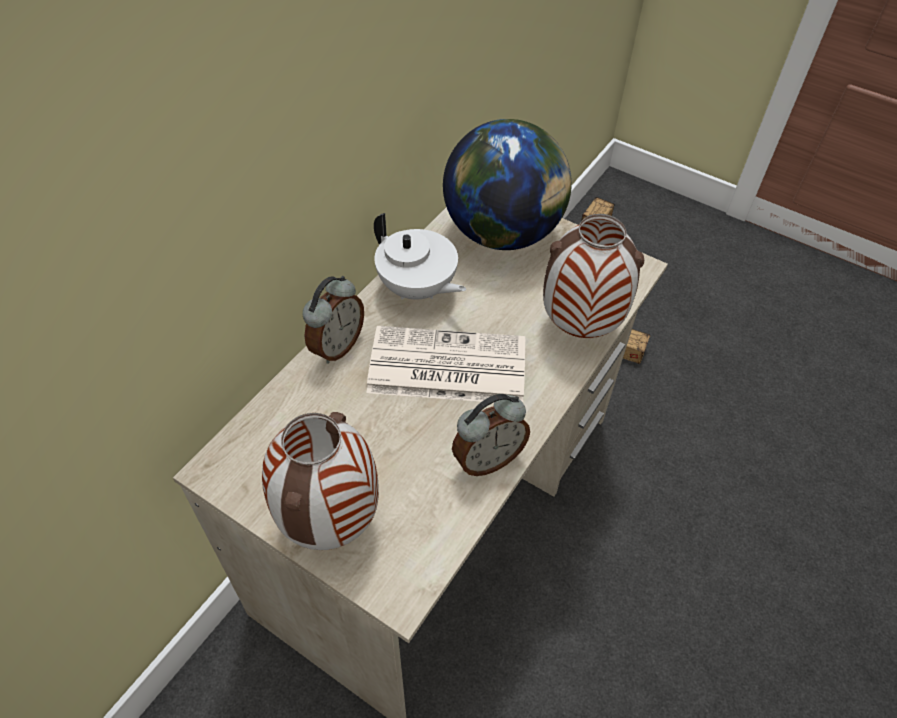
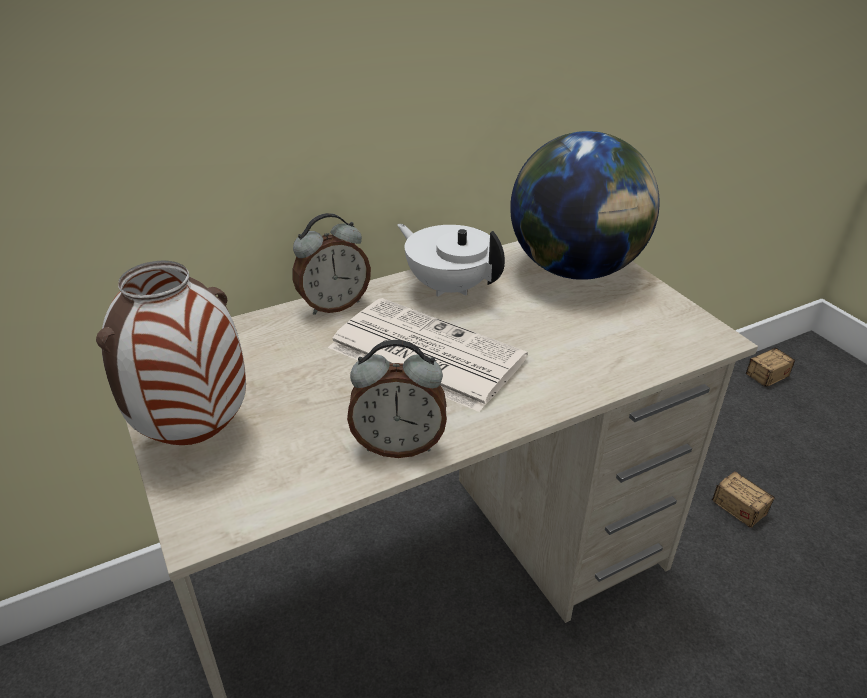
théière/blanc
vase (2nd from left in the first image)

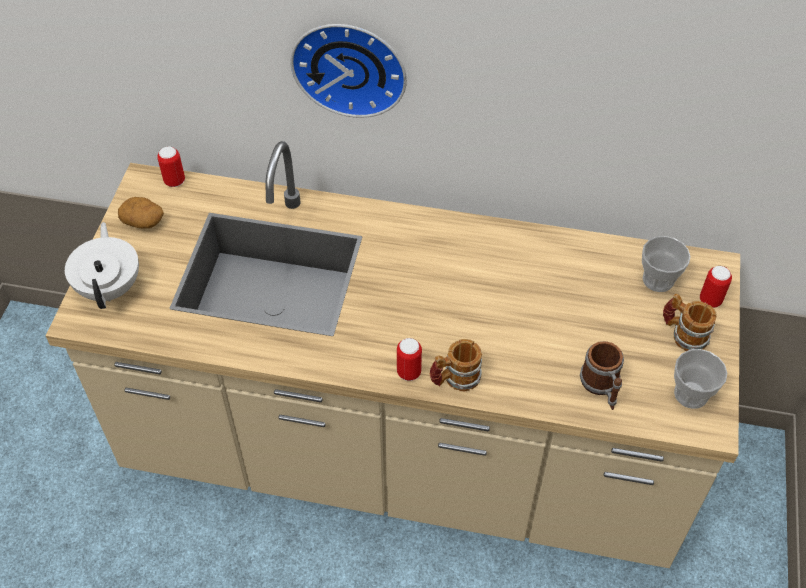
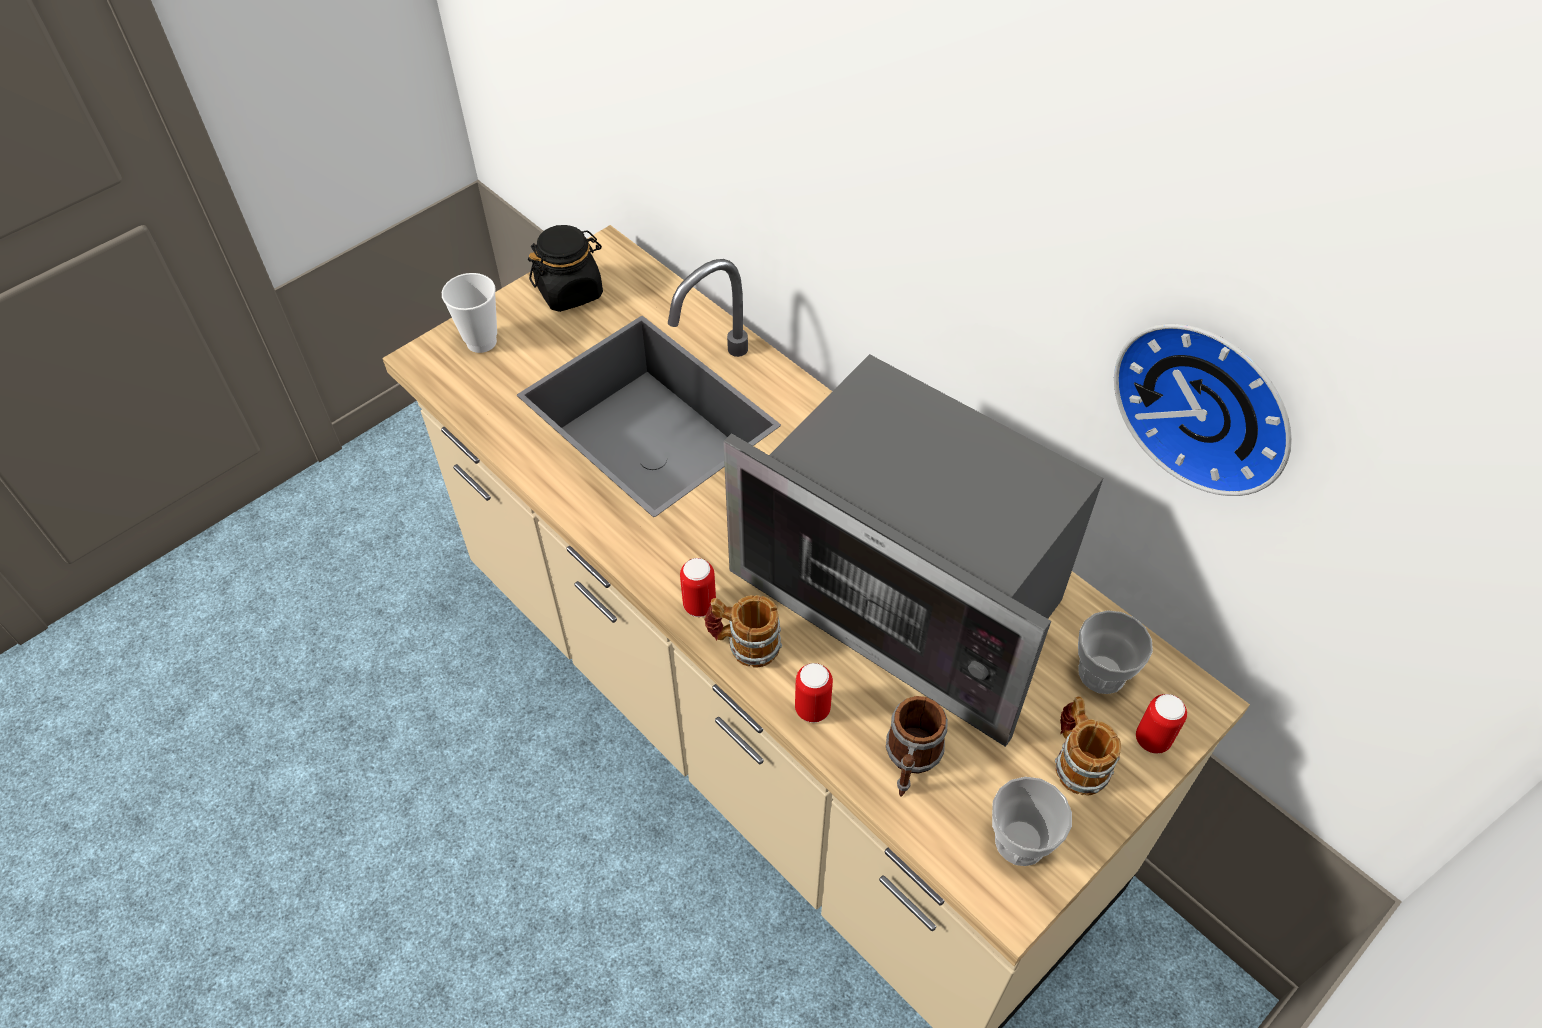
tasse (1st from left)
bocal/noir
micro-ondes
boîte métallique (2nd from left)
horloge murale

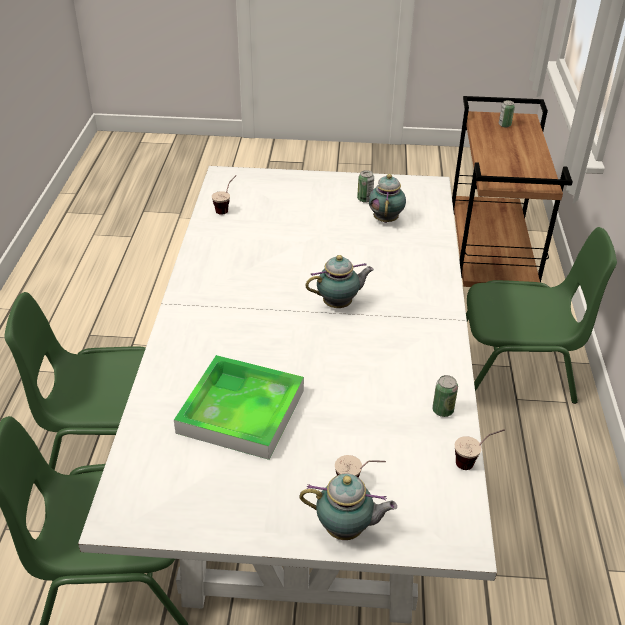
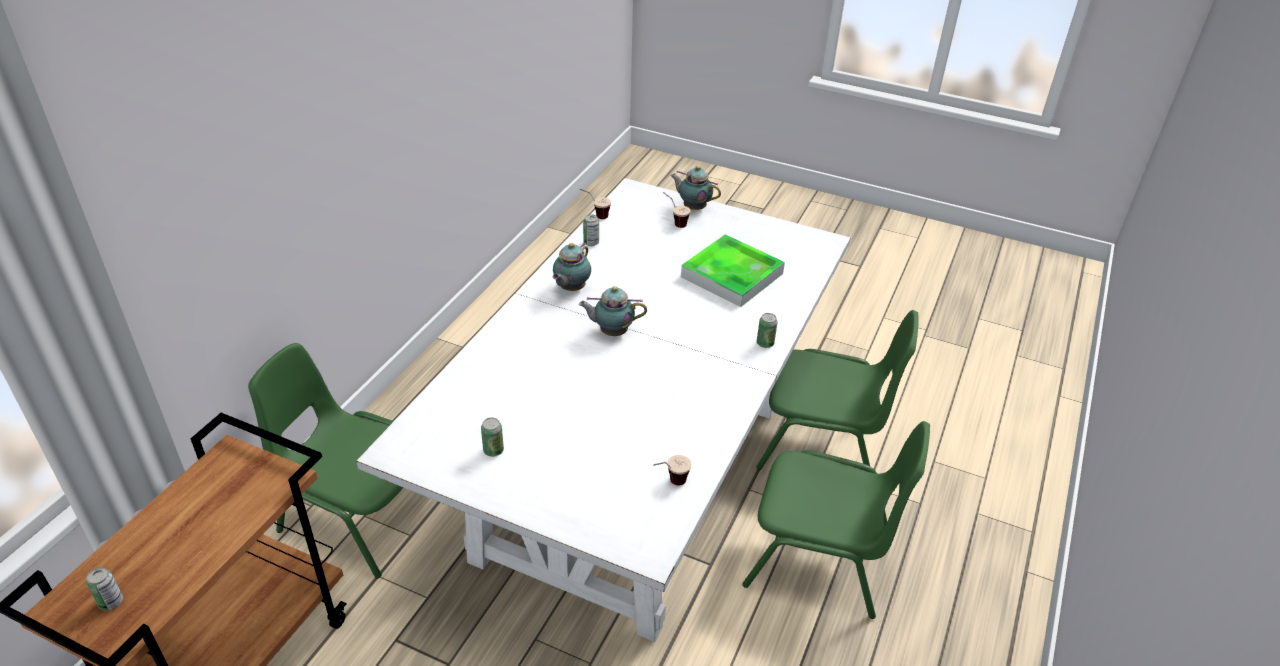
théière (1st from left)
boîte métallique (4th from left)

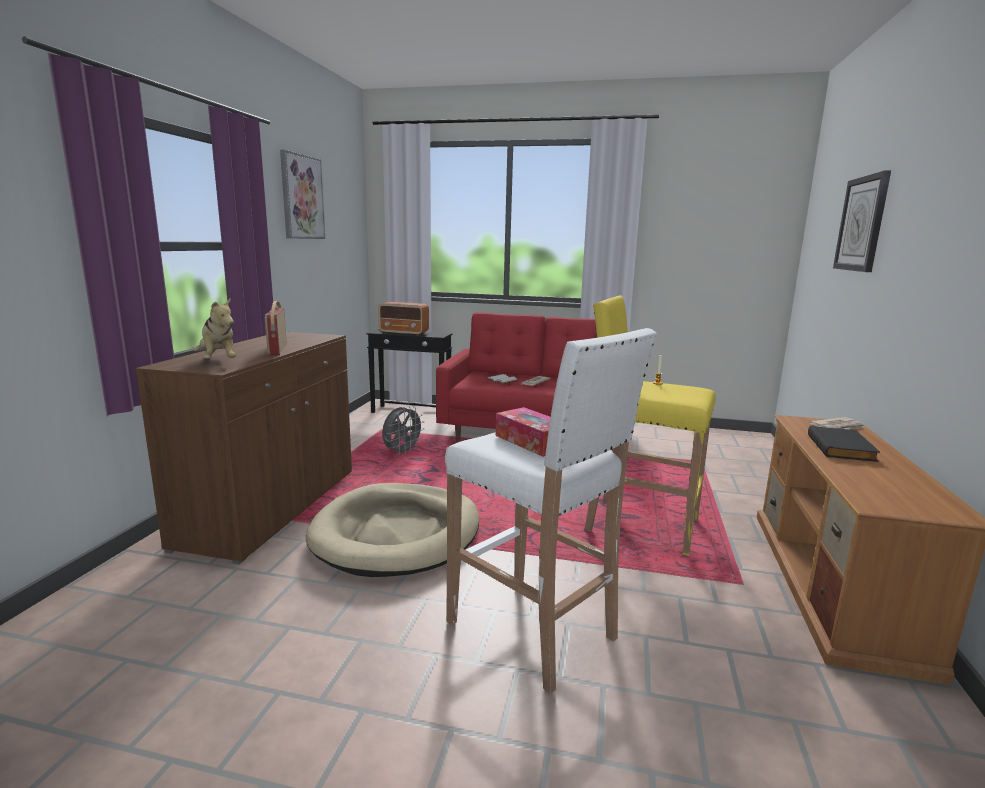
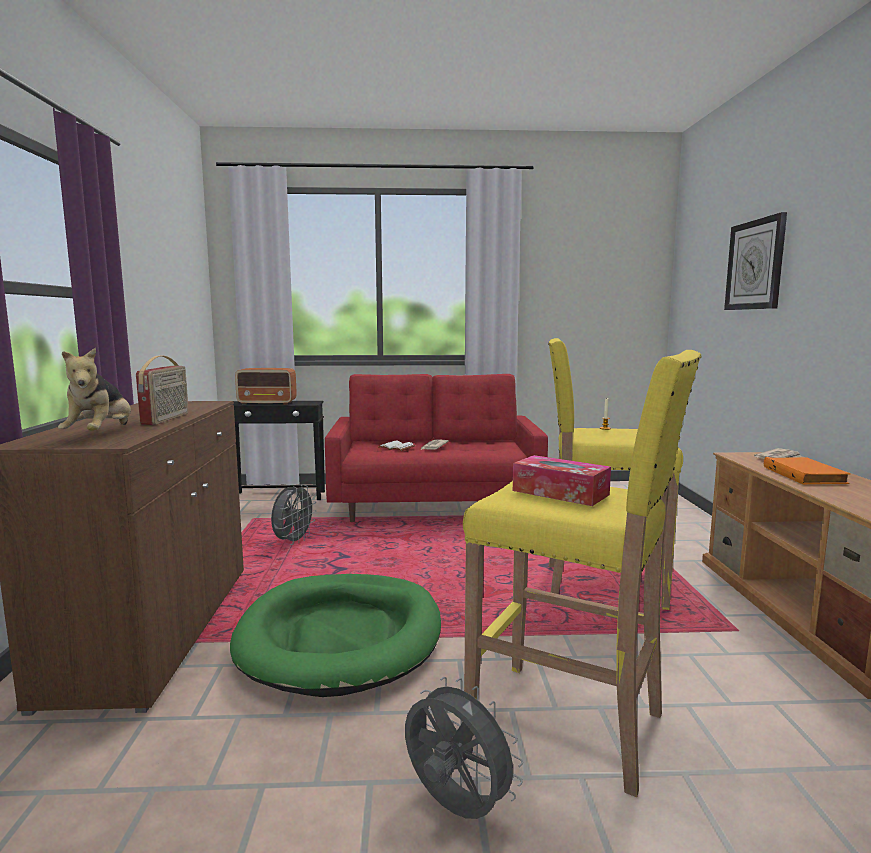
peluche
radio (1st from left)
panier pour chien/vert
ventilateur/gris (2nd from left)
tabouret/jaune (1st from left)
livre/orange
tableau

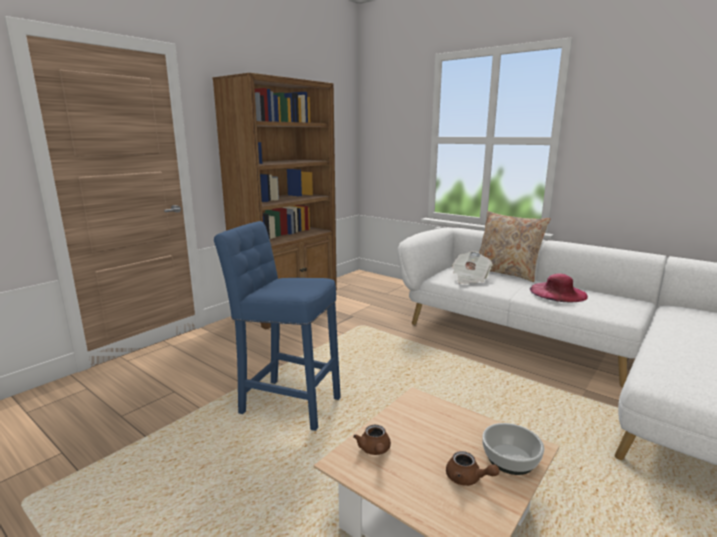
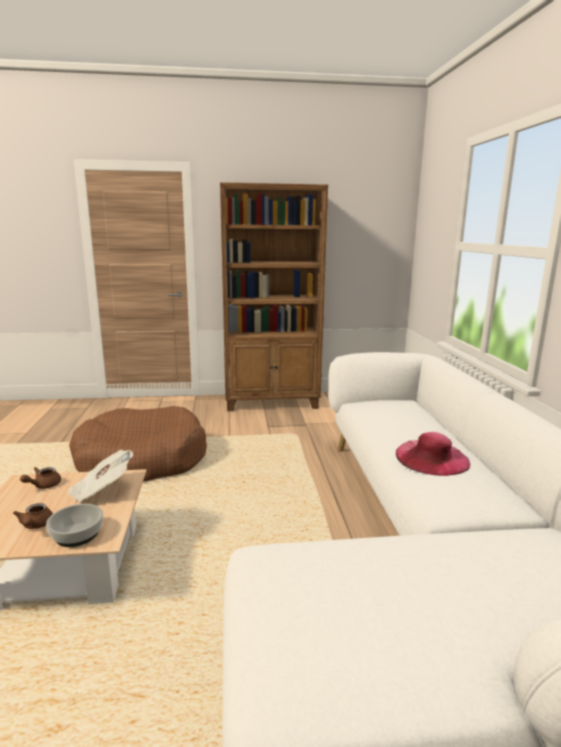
journal
panier pour chien/marron
coussin/beige

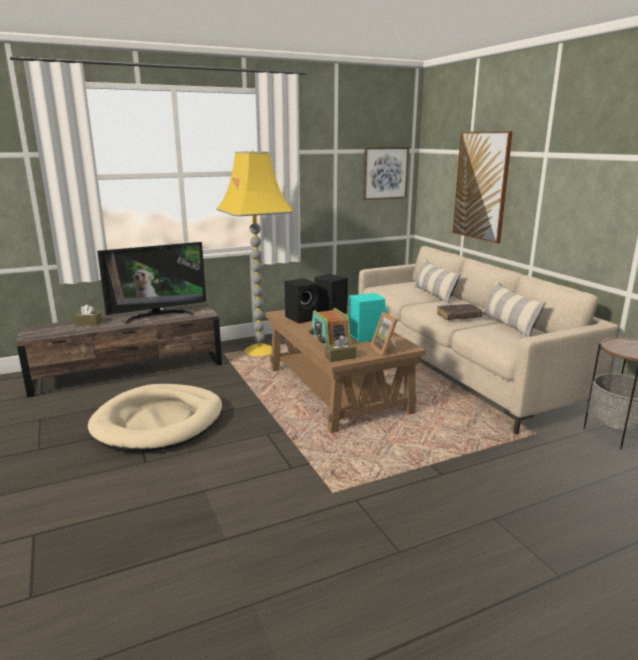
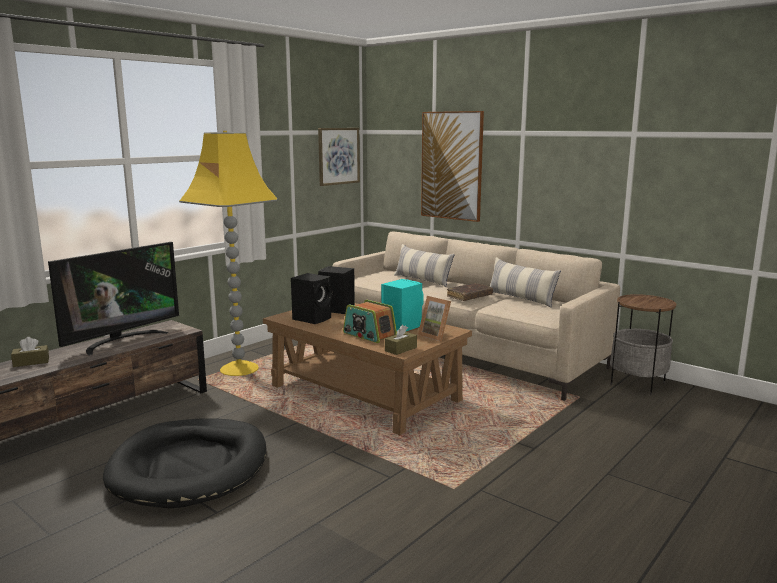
panier pour chien/noir

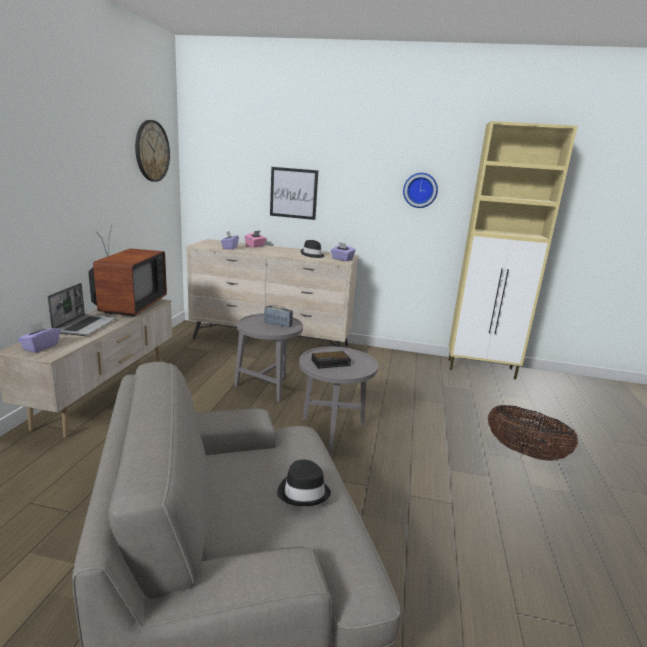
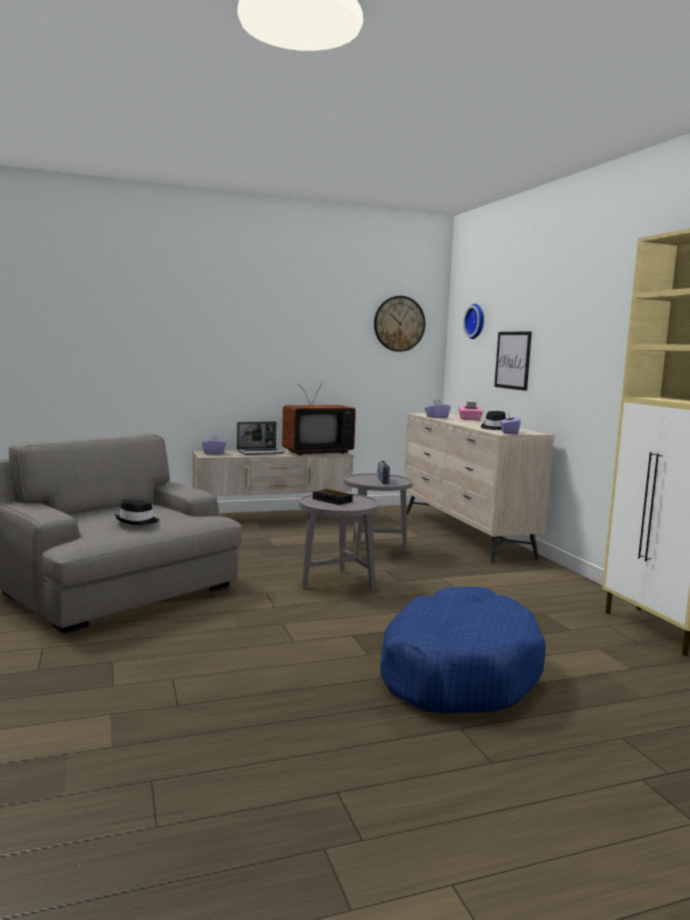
panier pour chien/bleu
horloge murale (2nd from left)

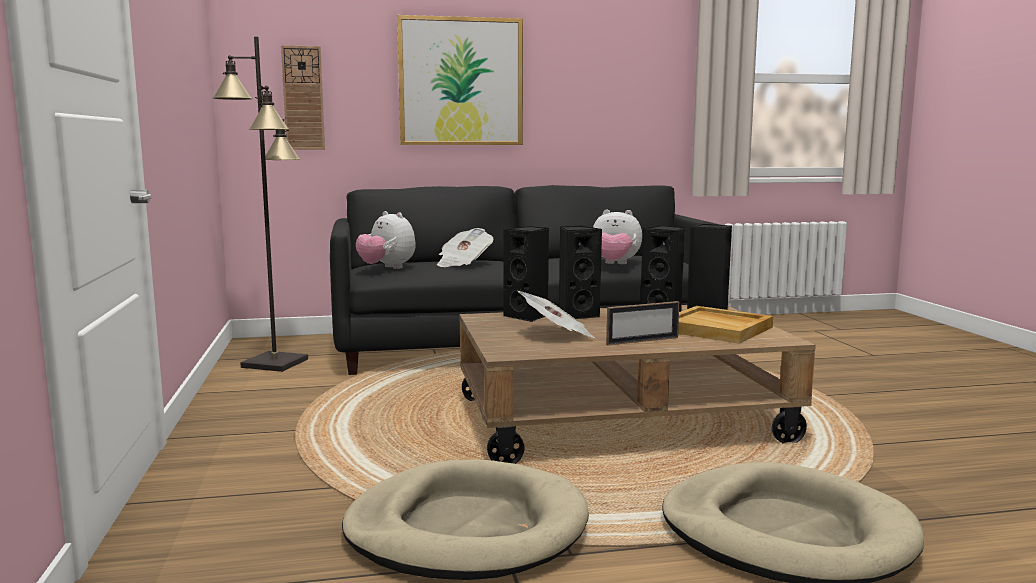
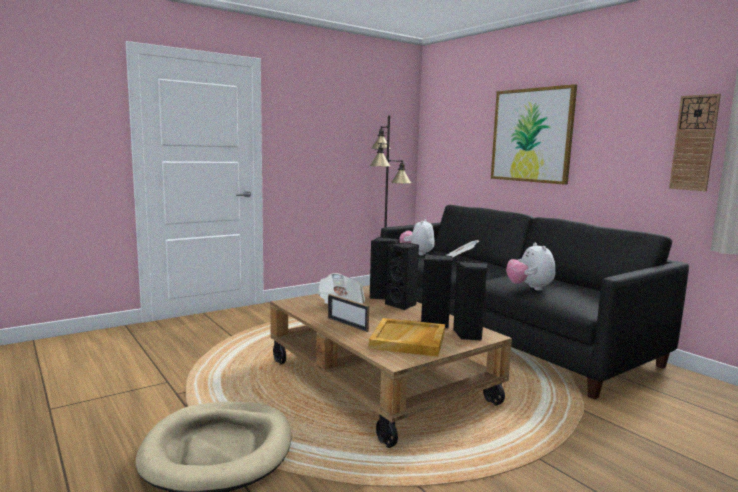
horloge murale
panier pour chien/beige (1st from left in the first image)

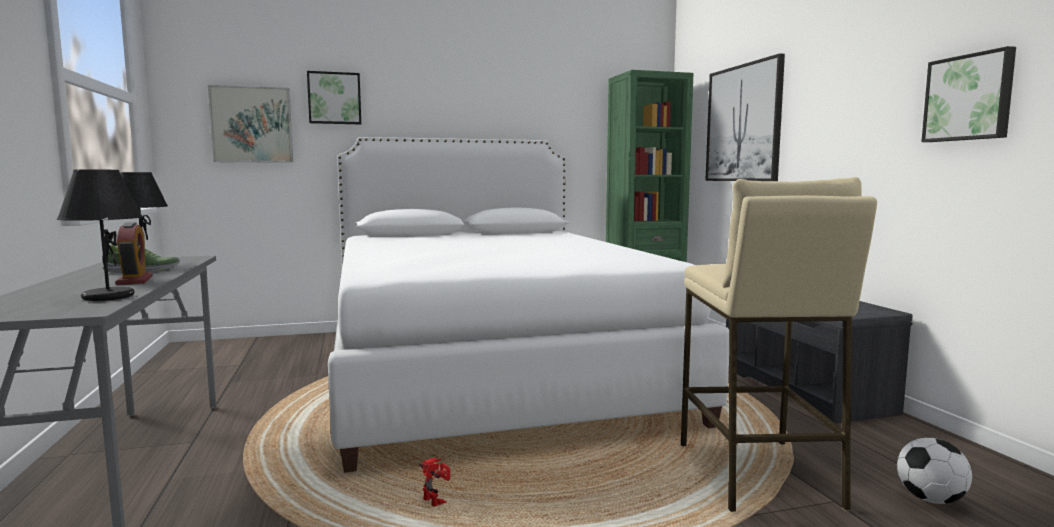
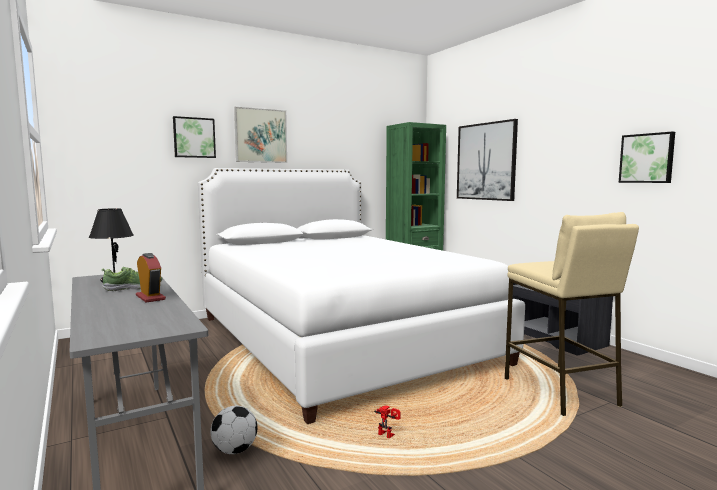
ballon de foot
tableau (2nd from left)
lampe de table/noir (1st from left in the first image)

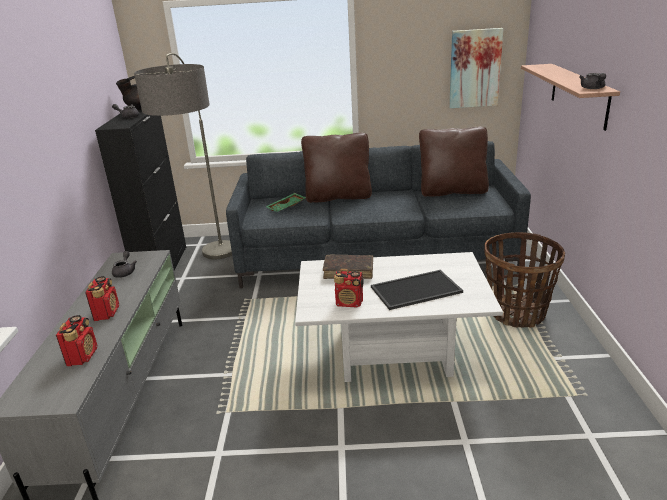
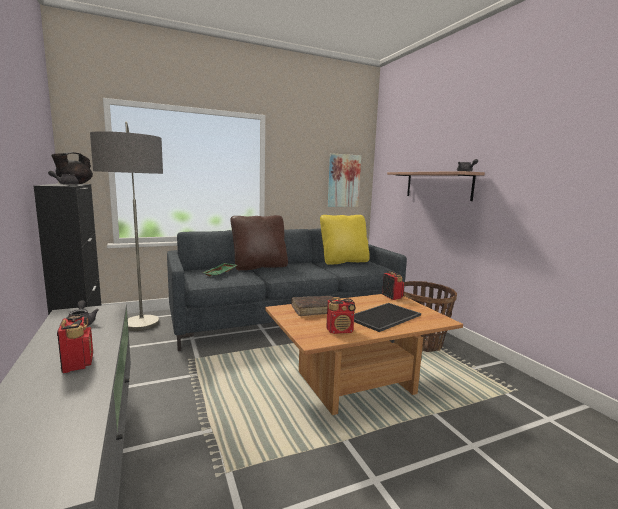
table basse/marron
coussin/jaune
radio (3rd from left)

